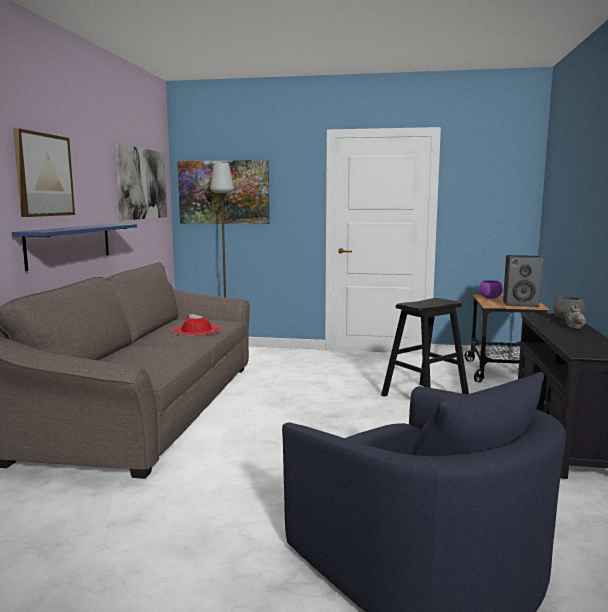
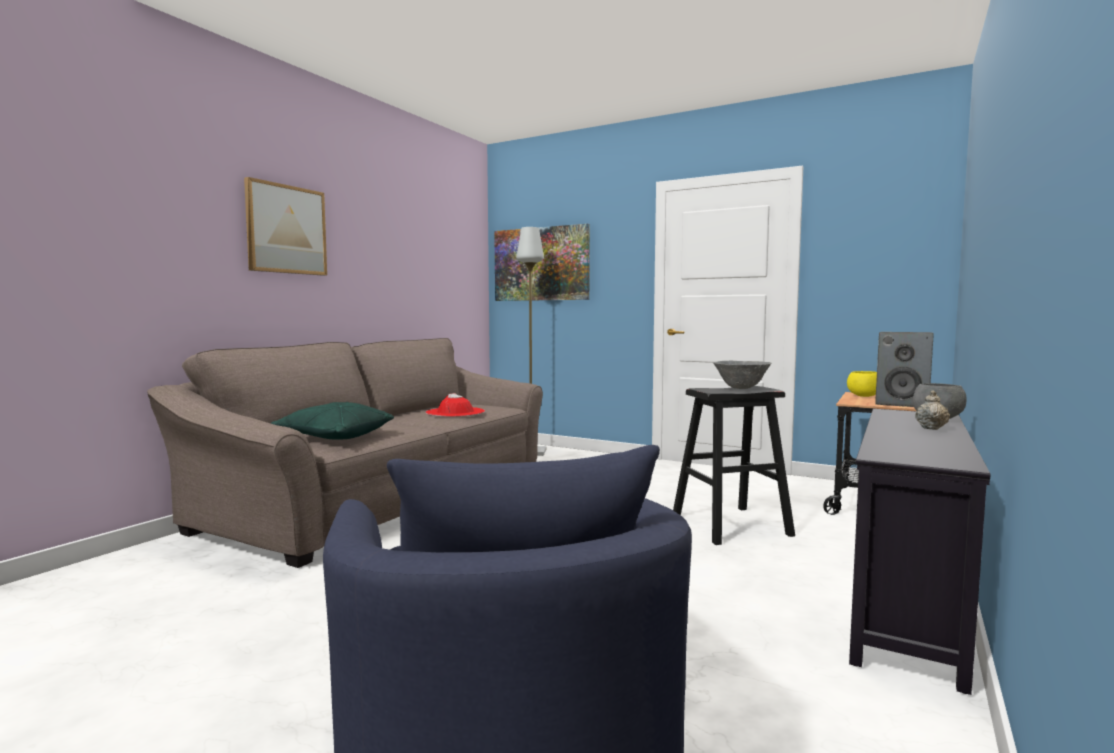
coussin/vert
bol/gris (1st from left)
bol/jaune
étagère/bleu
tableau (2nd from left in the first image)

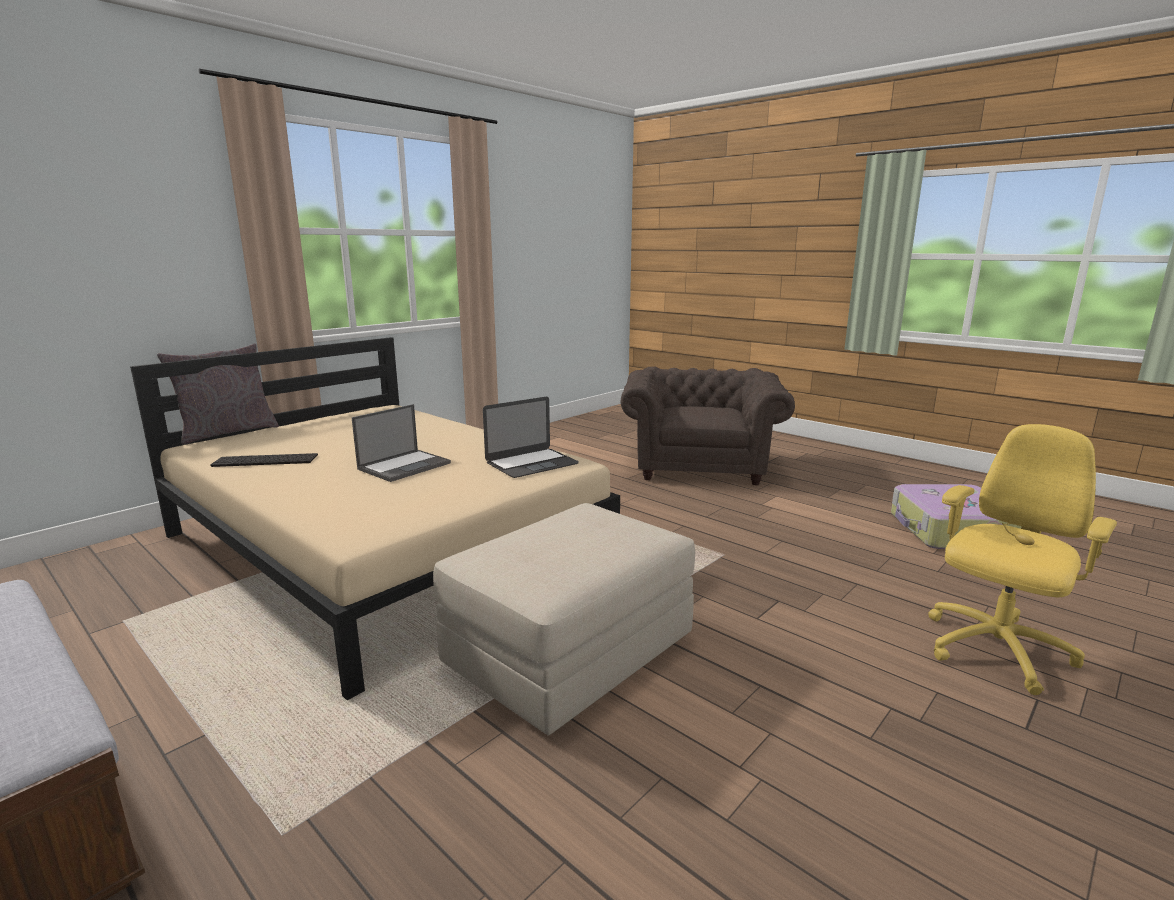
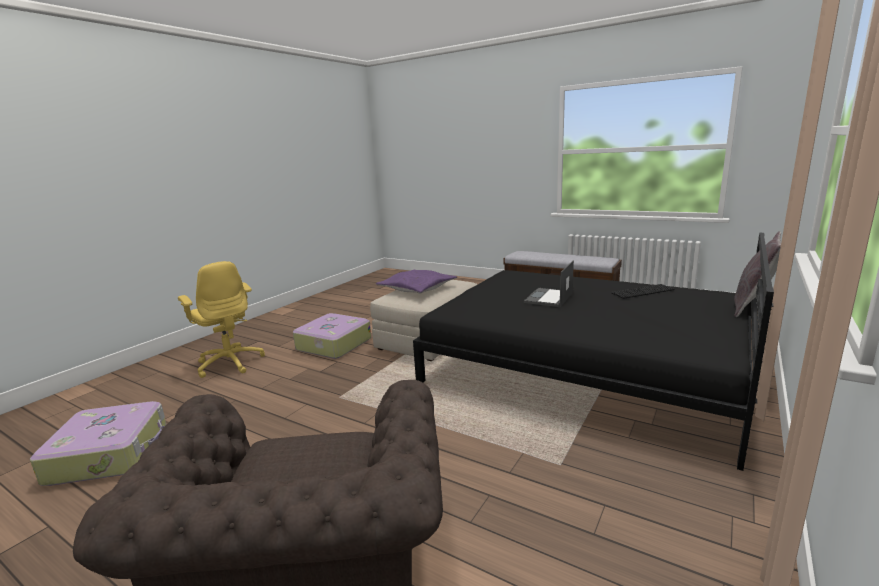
chaise de bureau/jaune
valise (2nd from left)
coussin/violet
lit/noir
ordinateur portable (2nd from left in the first image)

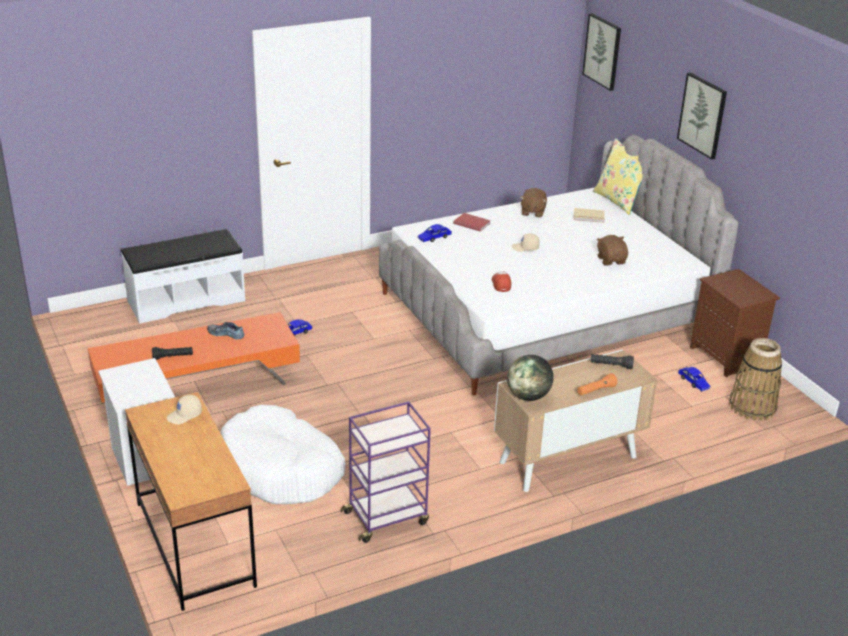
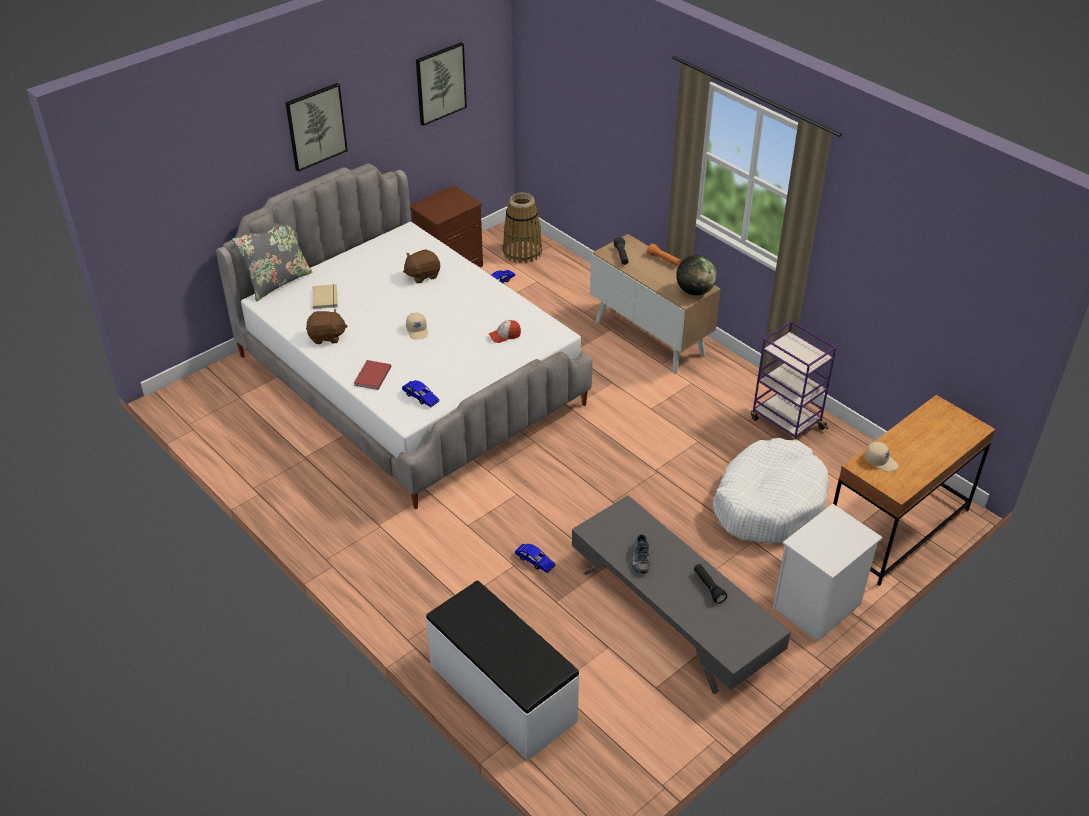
coussin/gris
tableau (2nd from left)
table basse/gris

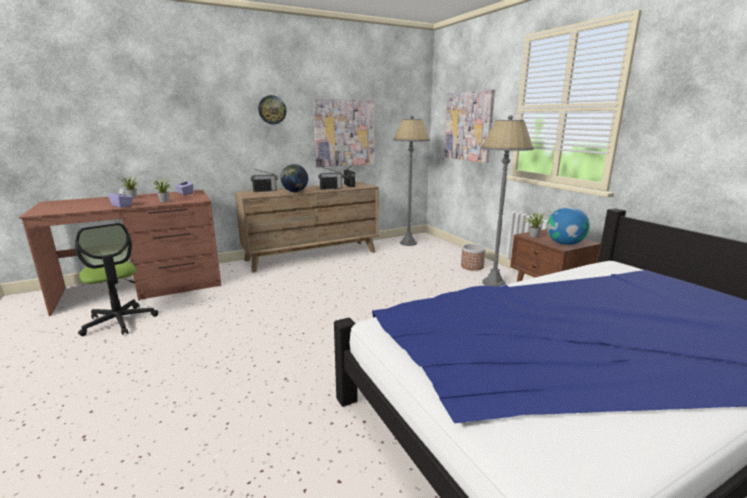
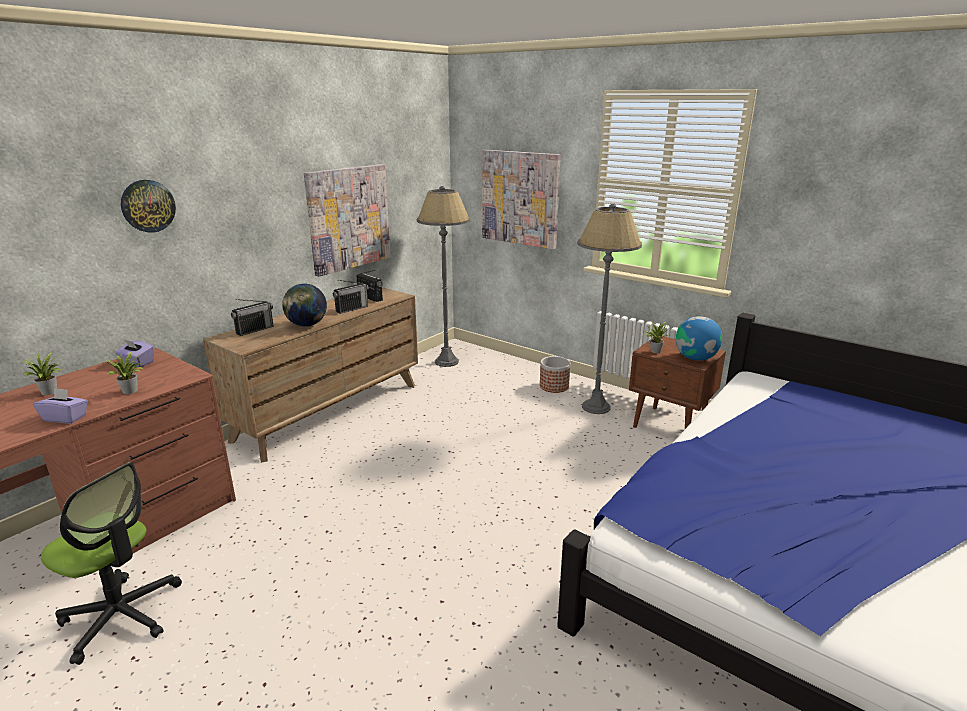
horloge murale

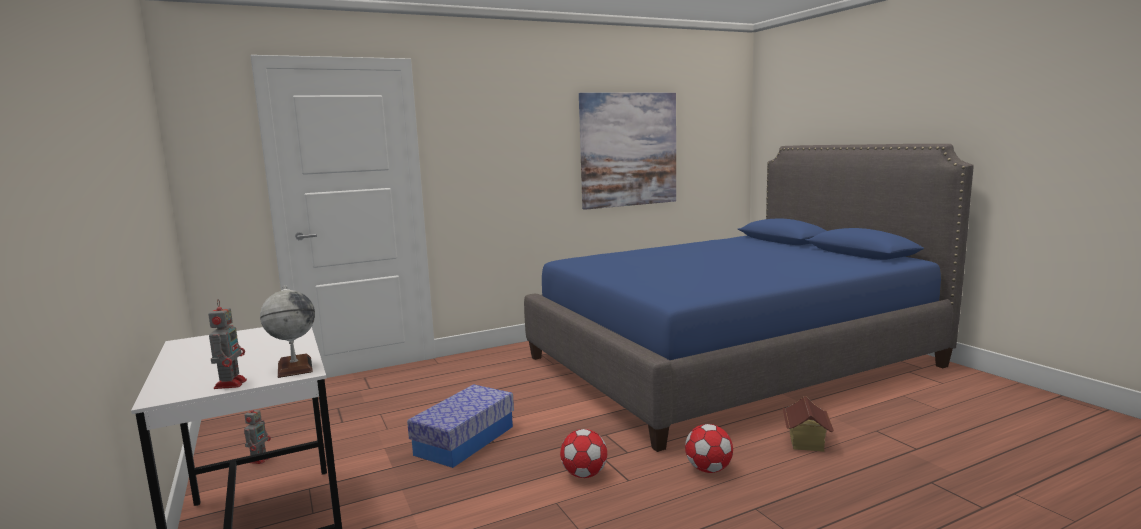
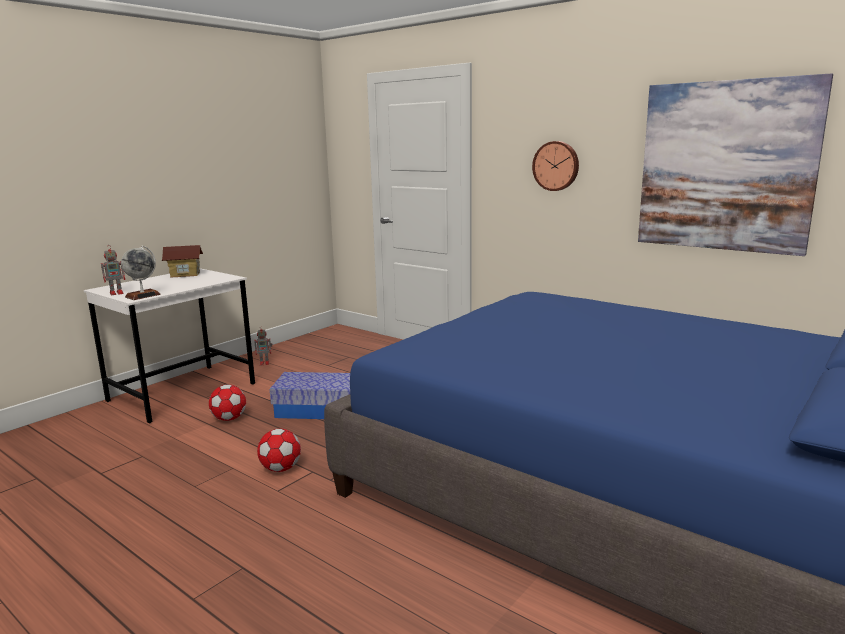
maison miniature
ballon de foot (1st from left)
horloge murale

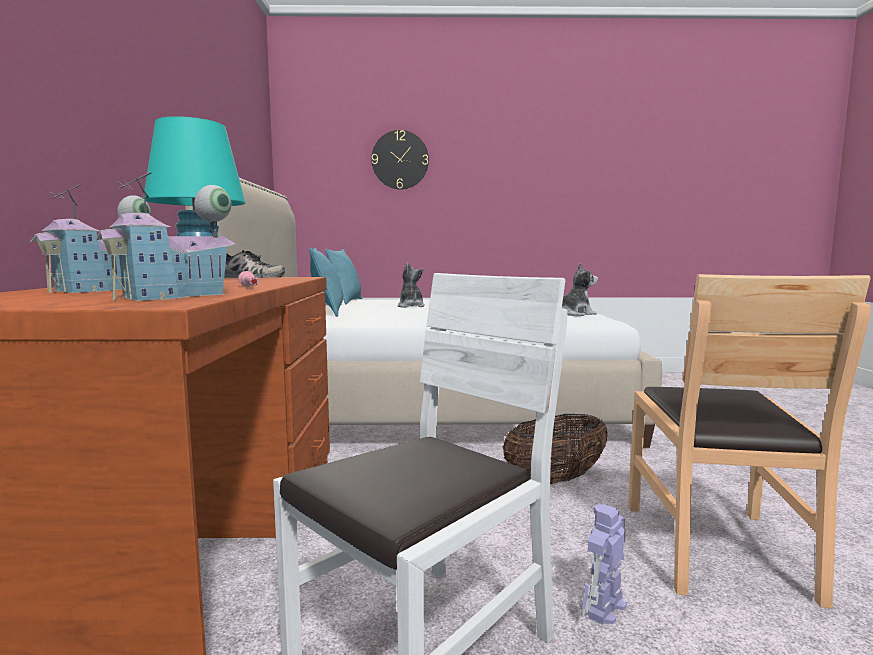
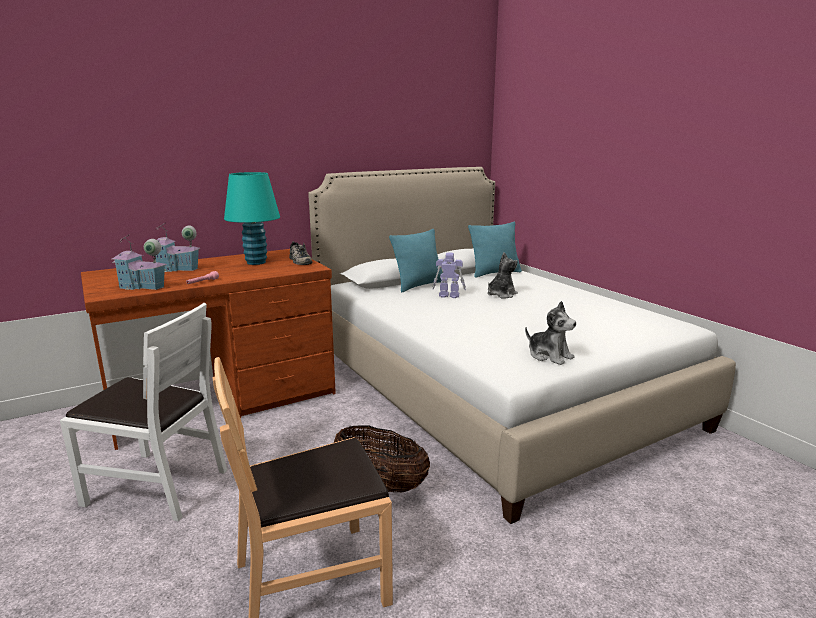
robot jouet
horloge murale

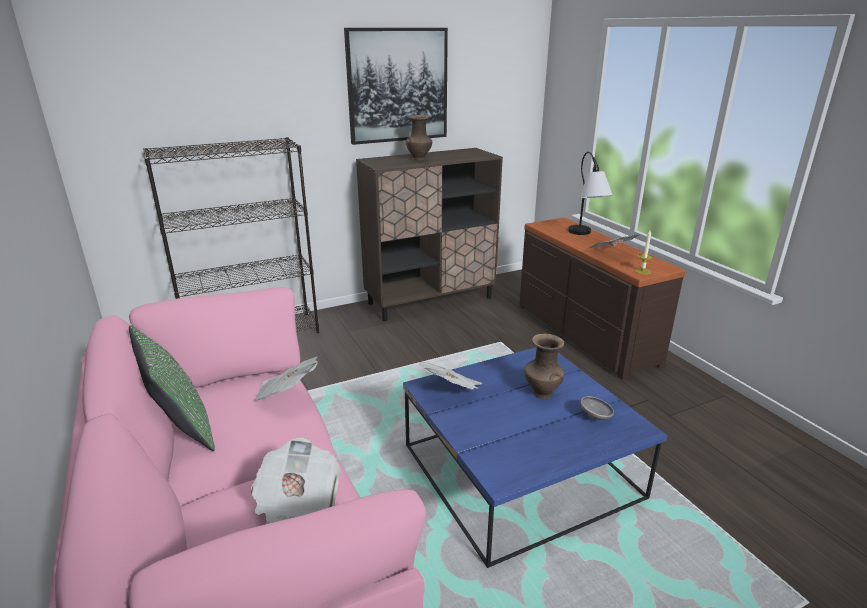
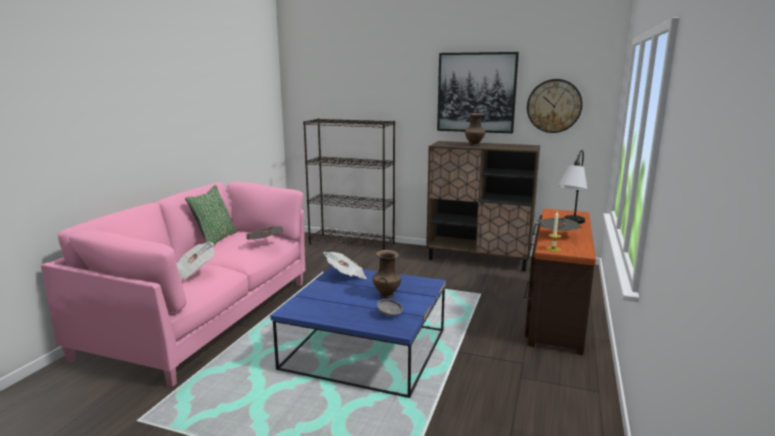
horloge murale

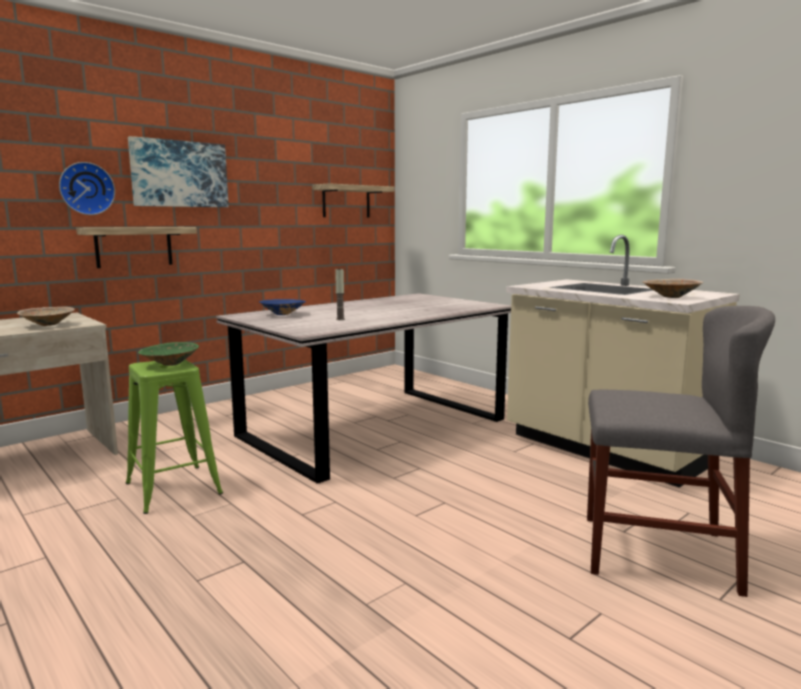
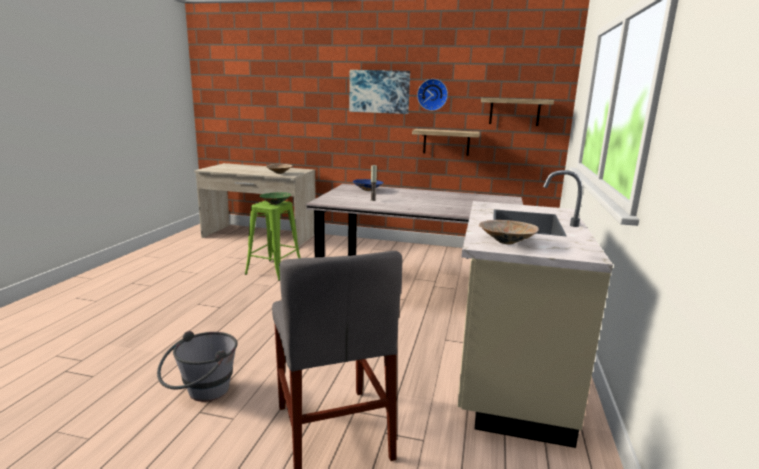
seau/gris
étagère (1st from left)
horloge murale

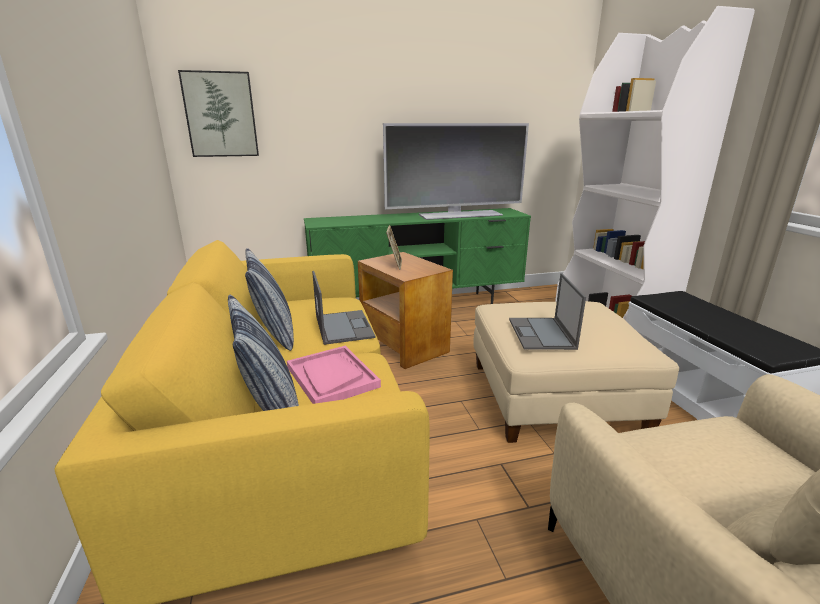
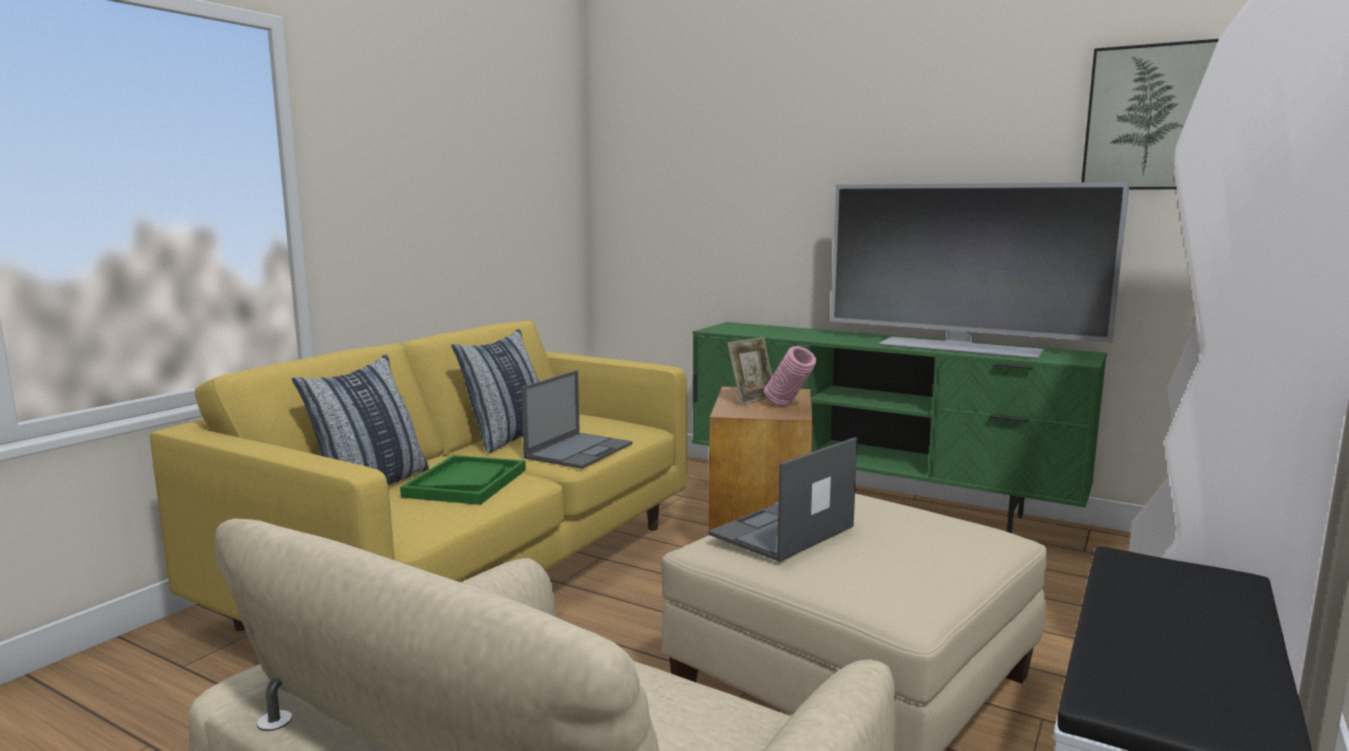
plateau/vert
vase/rose
tableau

